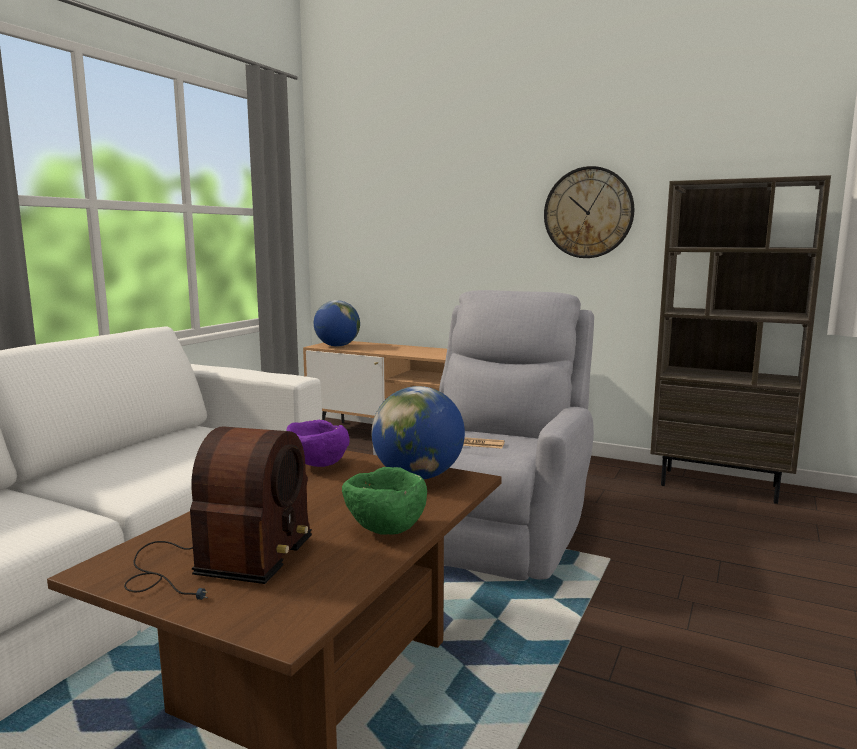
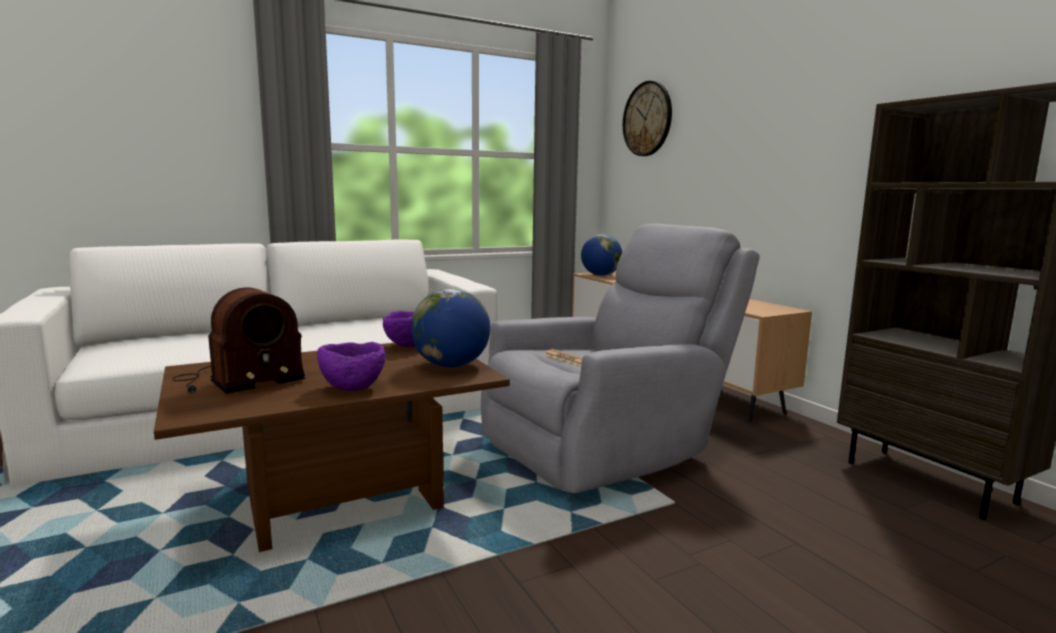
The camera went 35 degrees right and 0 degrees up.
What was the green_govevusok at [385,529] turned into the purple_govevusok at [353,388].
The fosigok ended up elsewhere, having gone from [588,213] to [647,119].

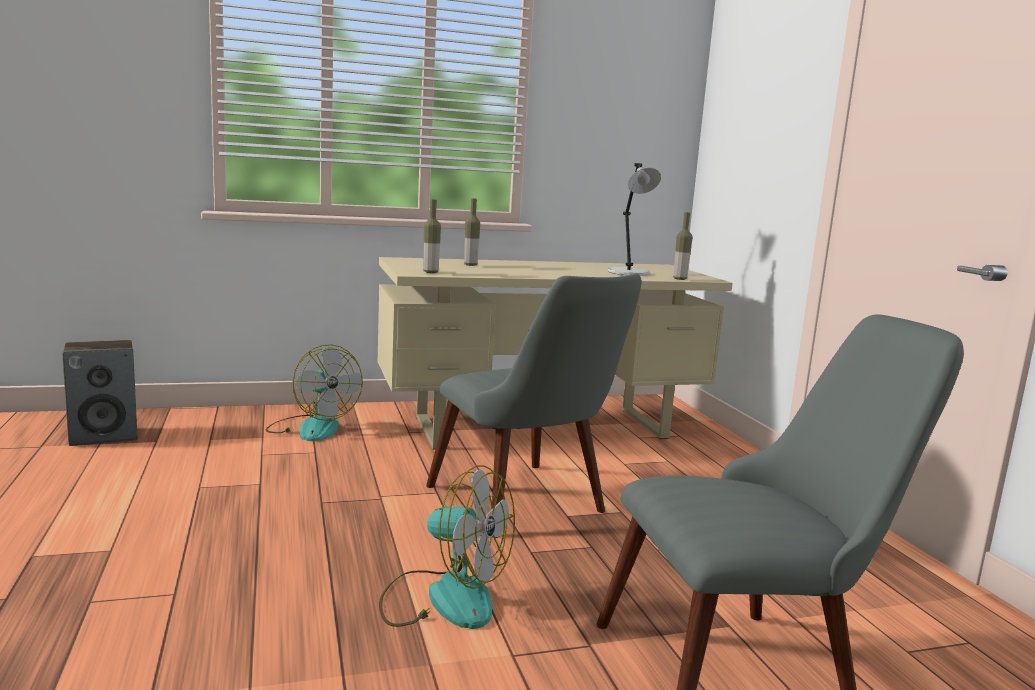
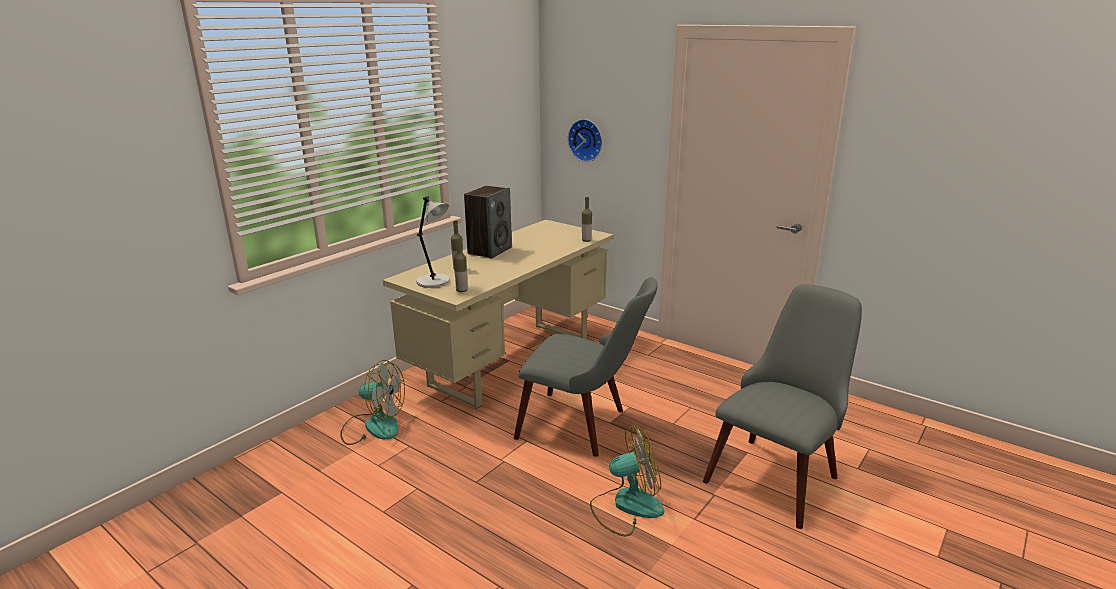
The camera went 35 degrees left and 10 degrees up.
The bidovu ended up elsewhere, having gone from [104,436] to [489,250].
The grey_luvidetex ended up elsewhere, having gone from [629,273] to [434,282].
The second view gained the fosigok at [586,140].

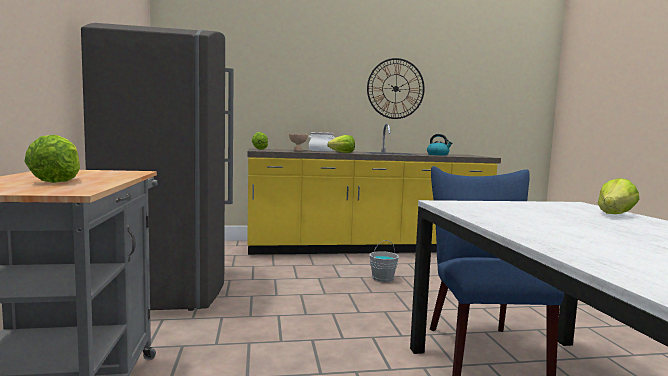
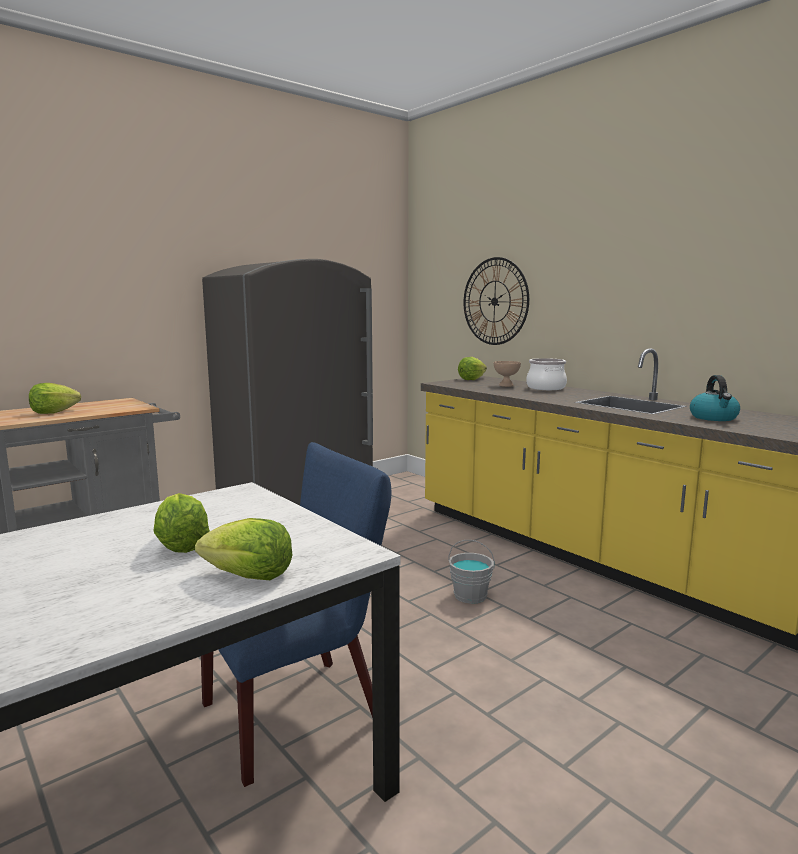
The camera went 60 degrees right and 5 degrees up.
The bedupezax ended up elsewhere, having gone from [342,152] to [181,544].
The fosigok ended up elsewhere, having gone from [395,88] to [495,301].

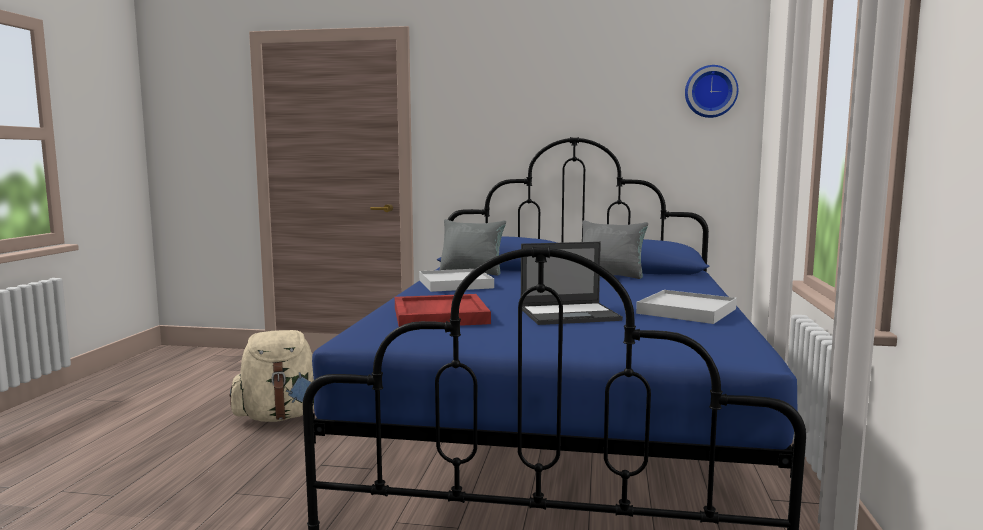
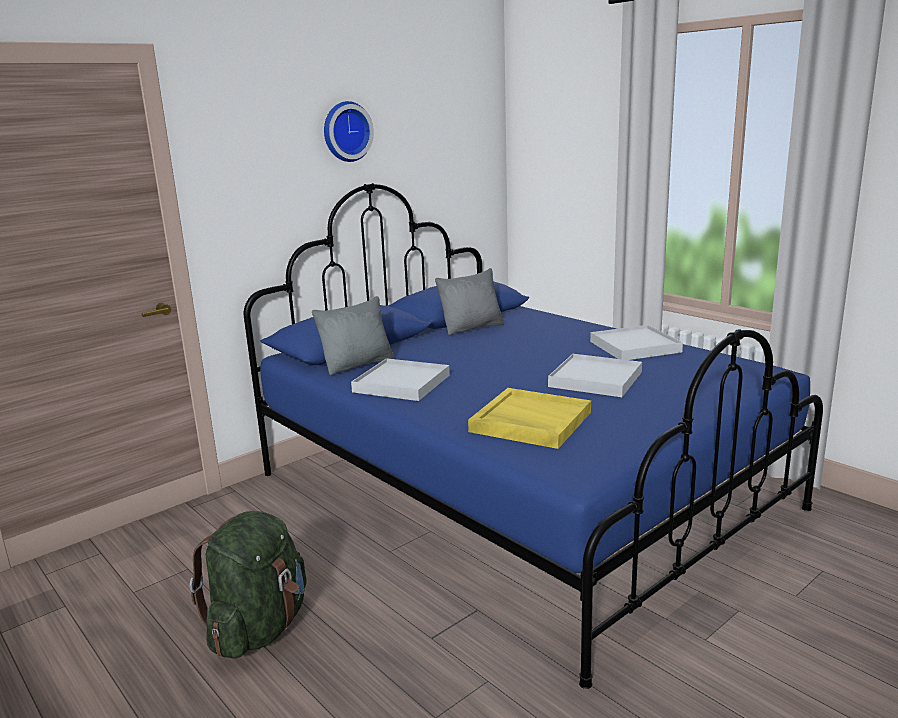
The camera went 50 degrees left and 10 degrees up.
What was the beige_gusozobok at [281,416] turned into the green_gusozobok at [259,628].
What was the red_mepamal at [439,315] turned into the yellow_mepamal at [529,422].
Where the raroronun stood at [570,314], the white_mepamal came to stand at [595,379].
The fosigok ended up elsewhere, having gone from [710,91] to [346,131].

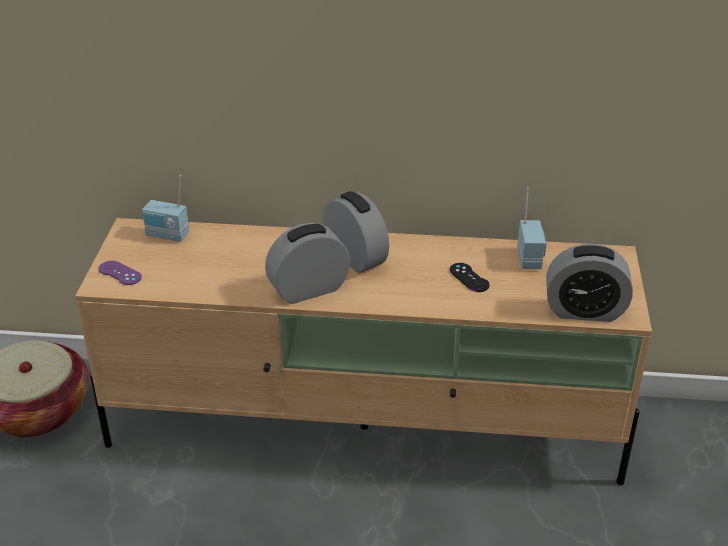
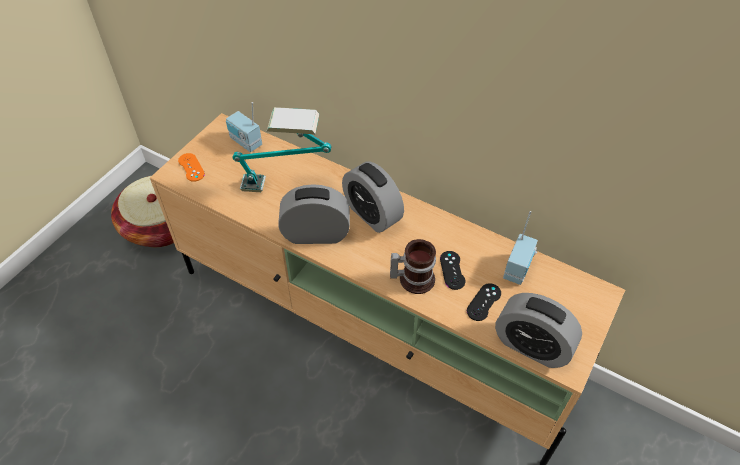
The camera went 25 degrees right and 15 degrees up.
What was the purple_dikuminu at [120,273] turned into the orange_dikuminu at [191,167].
The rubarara at [355,257] ended up facing another way, 150 degrees clockwise from before.
The second view gained the luvidetex at [286,186].
The second view gained the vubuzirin at [413,278].
The second view gained the black_dikuminu at [484,302].

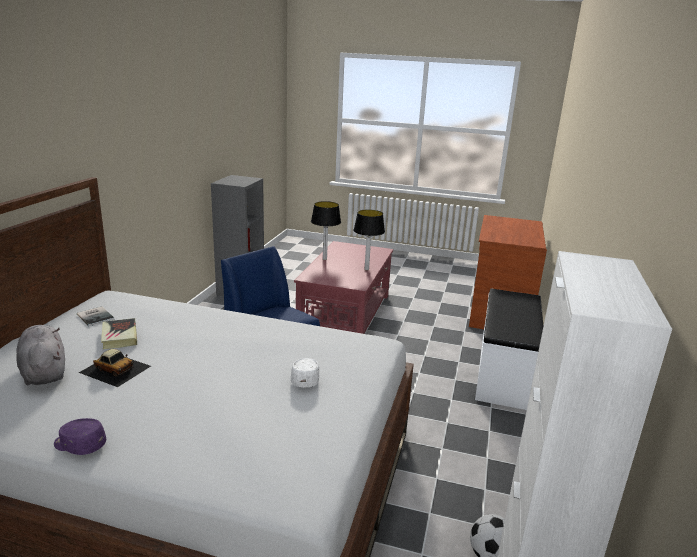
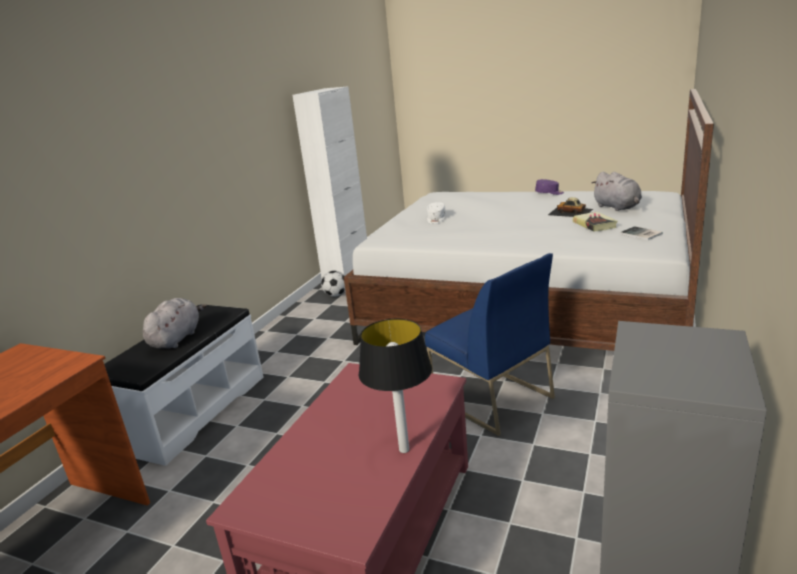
The camera went 170 degrees left and 0 degrees up.
The second view lost the luvidetex at [366,269].
The second view gained the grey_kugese at [177,338].

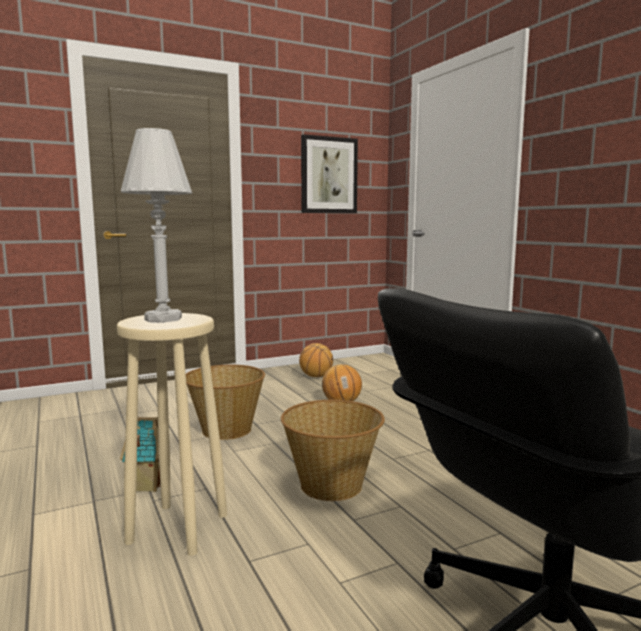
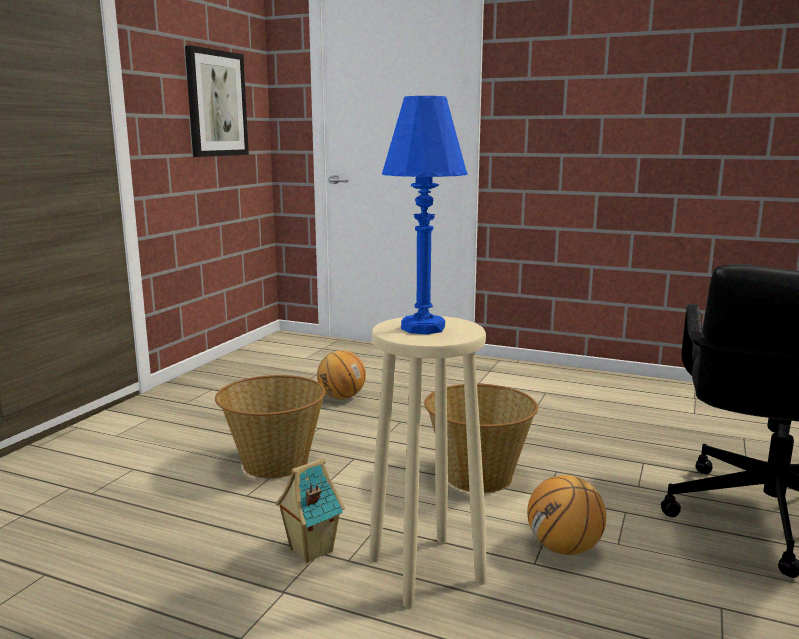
The camera went 40 degrees left and 5 degrees up.
What was the white_luvidetex at [163,319] turned into the blue_luvidetex at [423,328].
The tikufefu ended up elsewhere, having gone from [316,376] to [564,548].

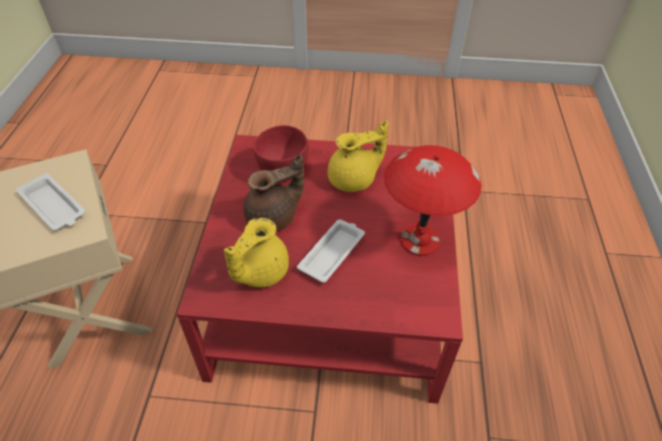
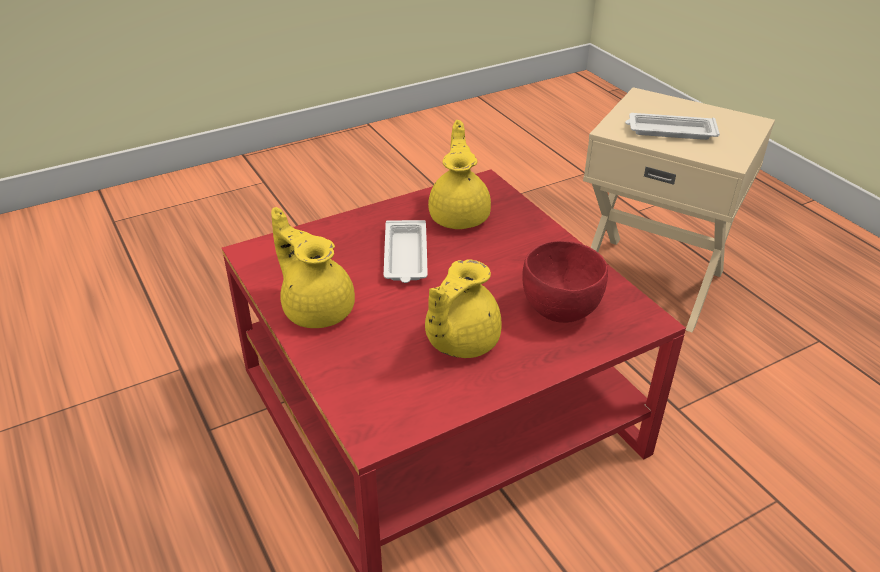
The camera went 145 degrees right and 10 degrees down.
The second view lost the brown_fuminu at [274,218].
Where the red_luvidetex stood at [419,240], the yellow_fuminu came to stand at [317,308].

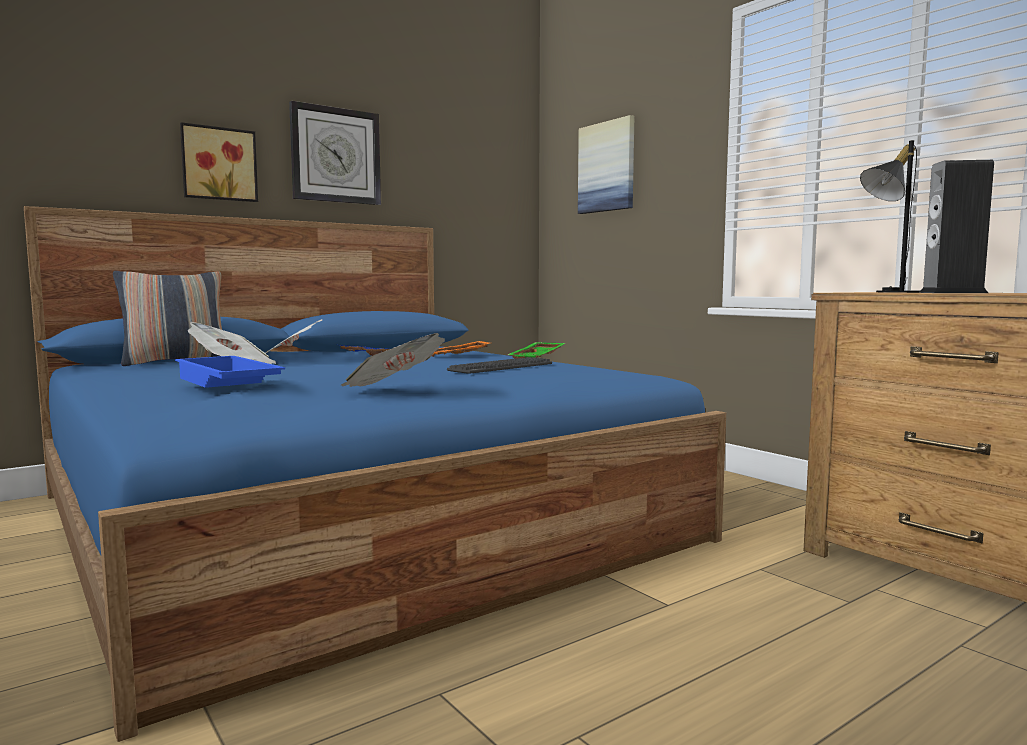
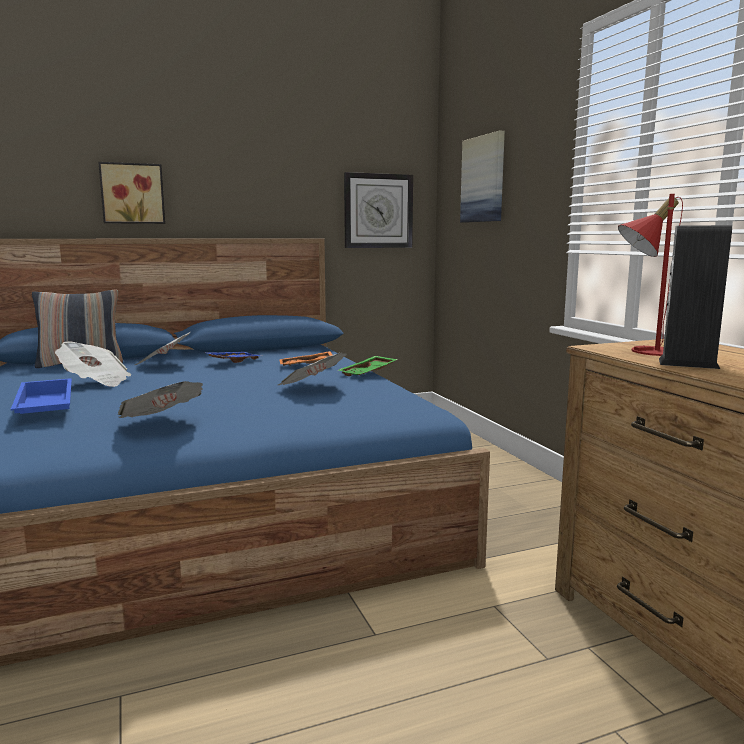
The camera went 15 degrees right and 5 degrees up.
The fosigok ended up elsewhere, having gone from [335,155] to [378,211].
Where the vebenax stood at [501,367], the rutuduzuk came to stand at [312,388].
What was the black_luvidetex at [891,292] turned into the red_luvidetex at [646,351].

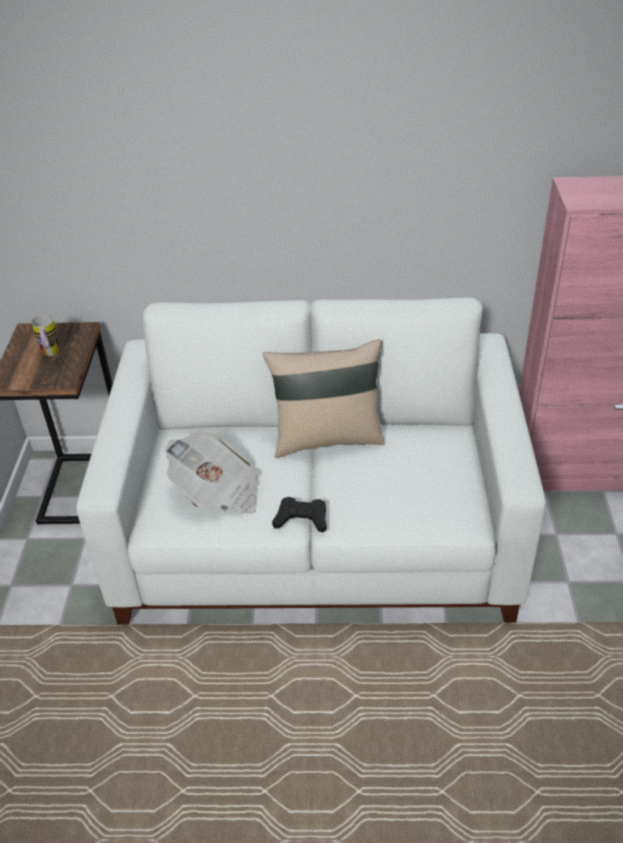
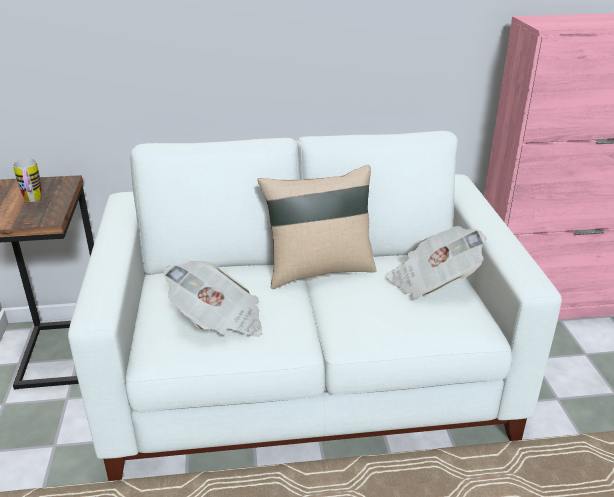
The camera went 10 degrees left and 10 degrees down.
The second view lost the black_dikuminu at [301,519].
The second view gained the rutuduzuk at [432,281].

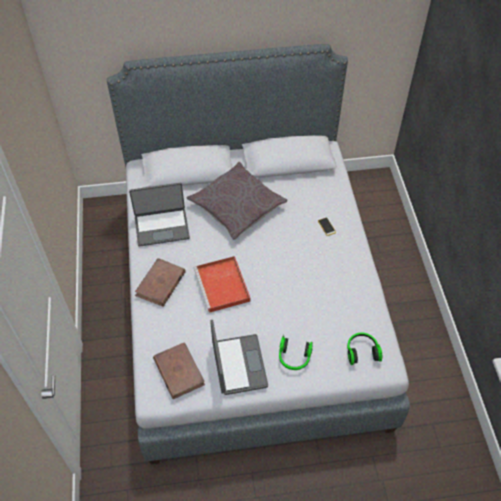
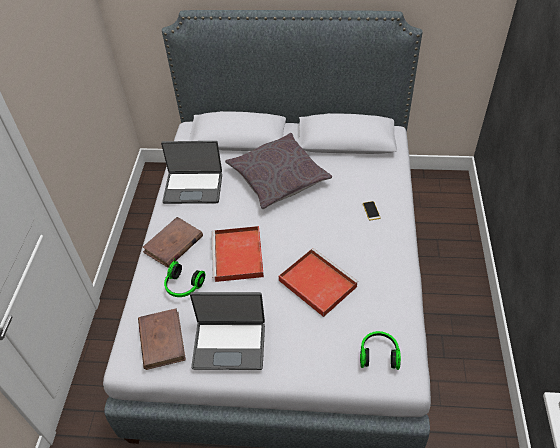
The camera went 15 degrees right and 5 degrees down.
The raroronun at [238,365] ended up facing another way, 90 degrees clockwise from before.
The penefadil ended up elsewhere, having gone from [294,358] to [183,286].
The second view gained the red_mepamal at [316,283].

